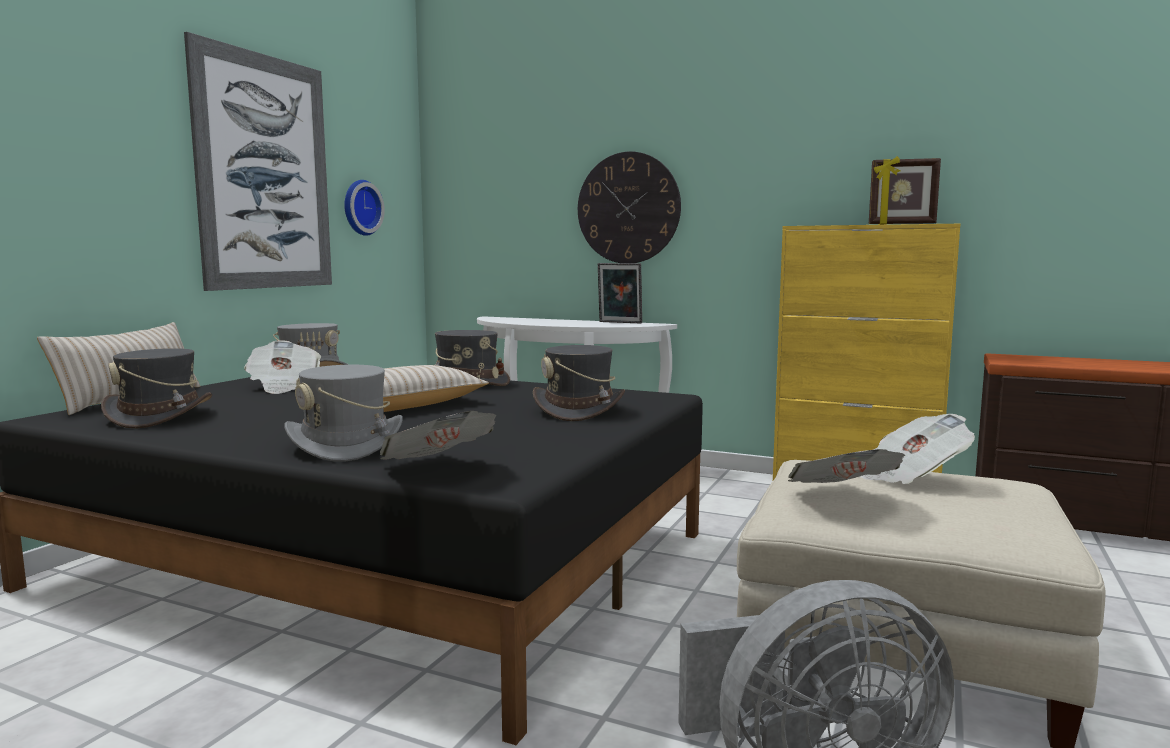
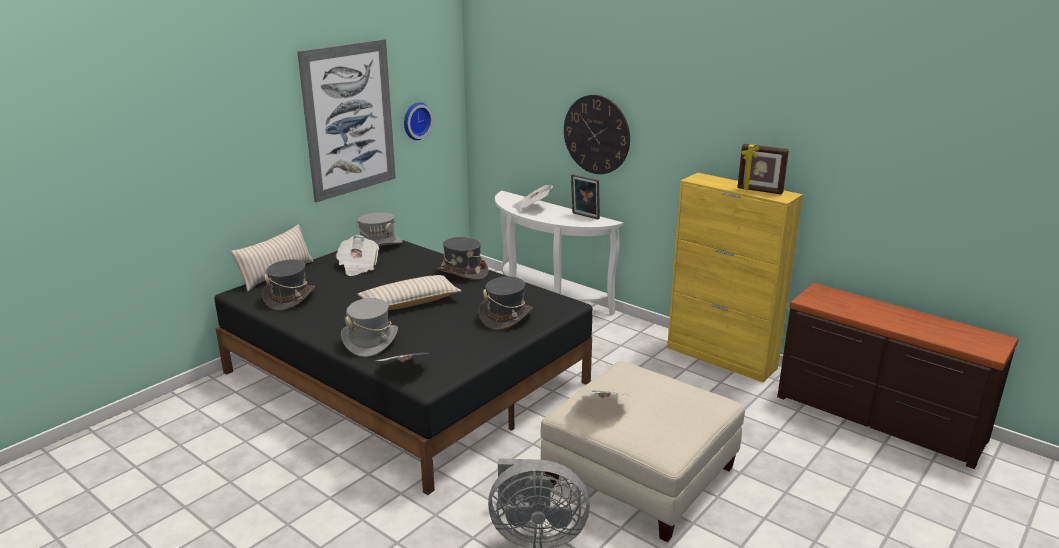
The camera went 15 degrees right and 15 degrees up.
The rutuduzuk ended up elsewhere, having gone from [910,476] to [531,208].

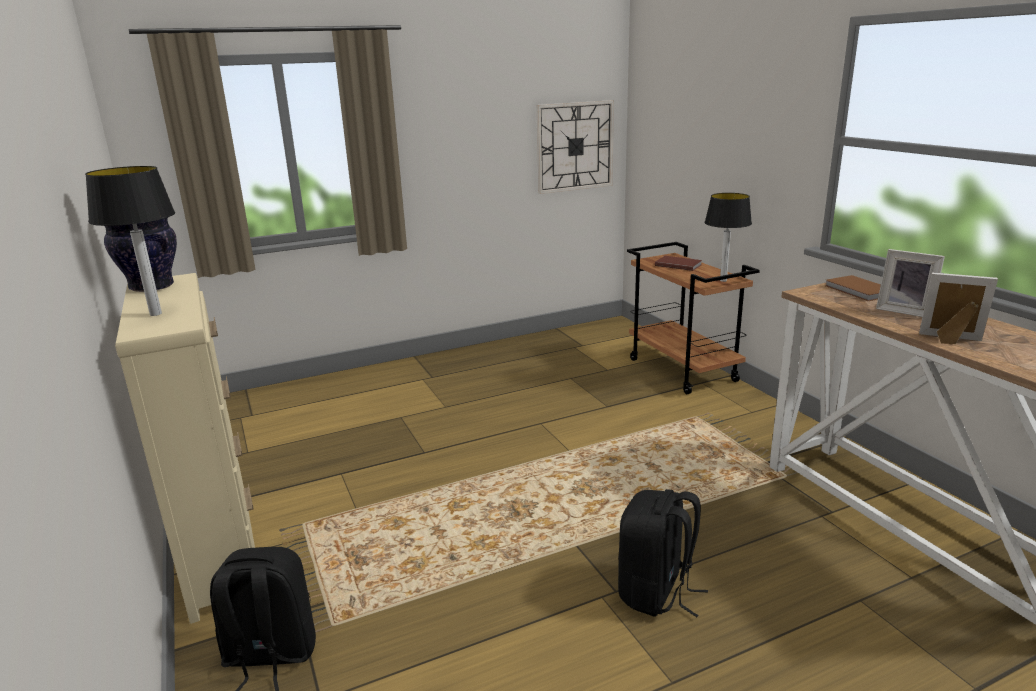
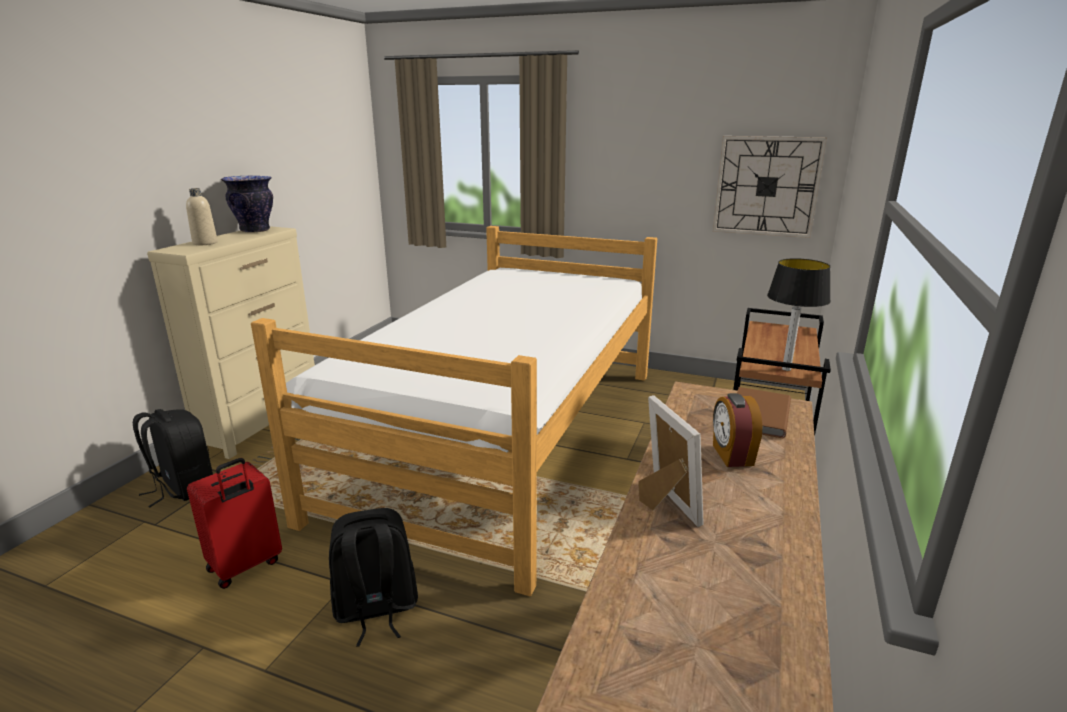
The camera went 45 degrees right and 0 degrees up.
Where the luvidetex stood at [156,313], the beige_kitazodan came to stand at [205,243].
The second view lost the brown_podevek at [678,265].
Where the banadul stood at [905,311], the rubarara came to stand at [731,455].
The second view gained the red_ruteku at [245,566].
The second view gained the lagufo at [507,436].

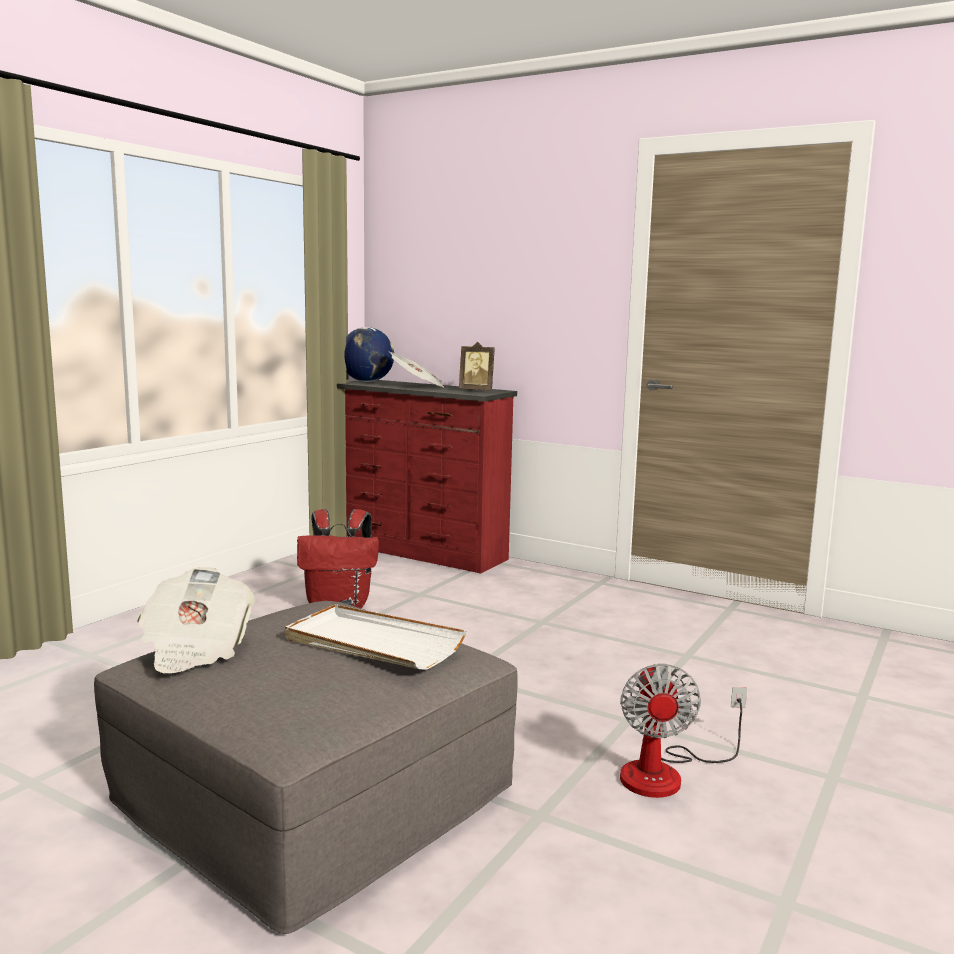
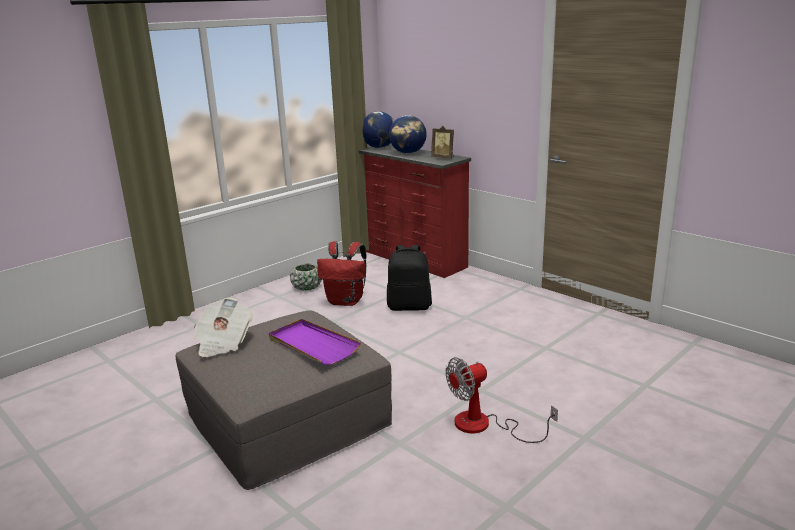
The camera went 15 degrees right and 10 degrees up.
What was the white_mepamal at [372,643] turned into the purple_mepamal at [312,345].
Where the rutuduzuk stood at [418,386], the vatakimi came to stand at [408,153].
The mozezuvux at [666,773] ended up facing another way, 45 degrees clockwise from before.
The second view gained the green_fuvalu at [306,287].
The second view gained the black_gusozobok at [409,306].

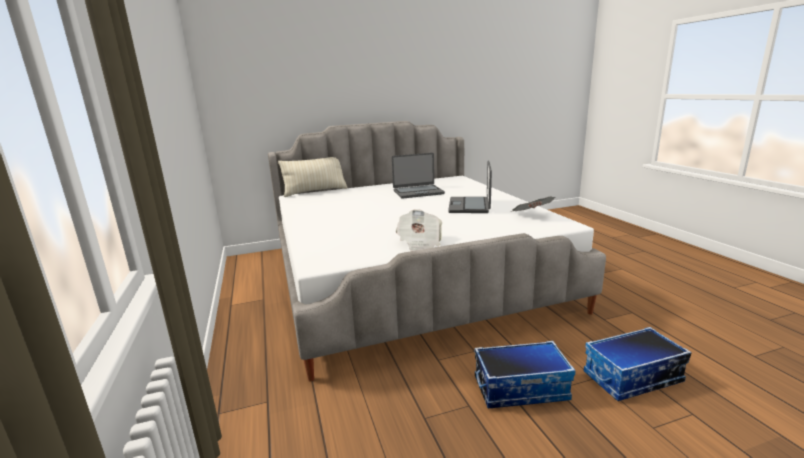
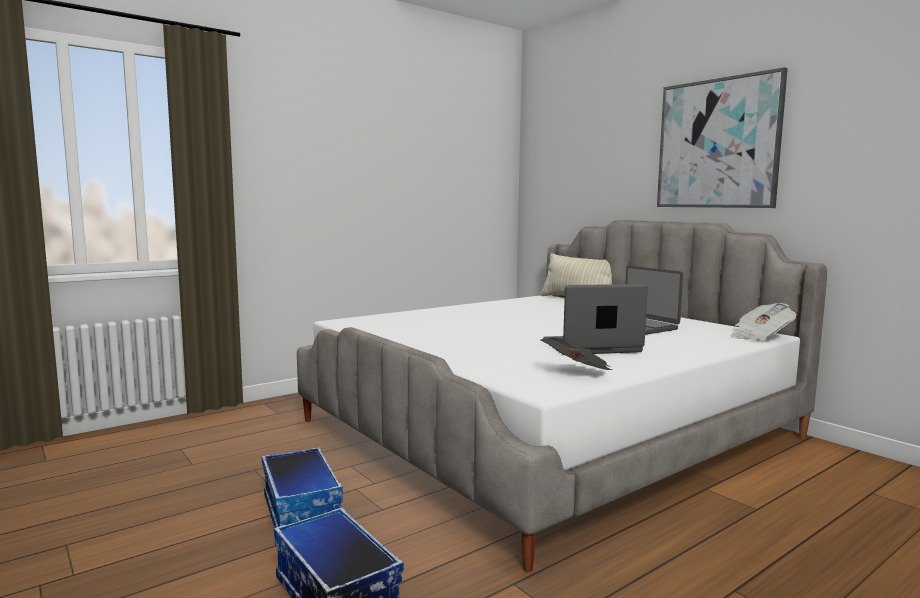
The camera went 70 degrees right and 10 degrees down.
The rutuduzuk ended up elsewhere, having gone from [419,243] to [760,337].
The second view gained the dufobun at [717,144].

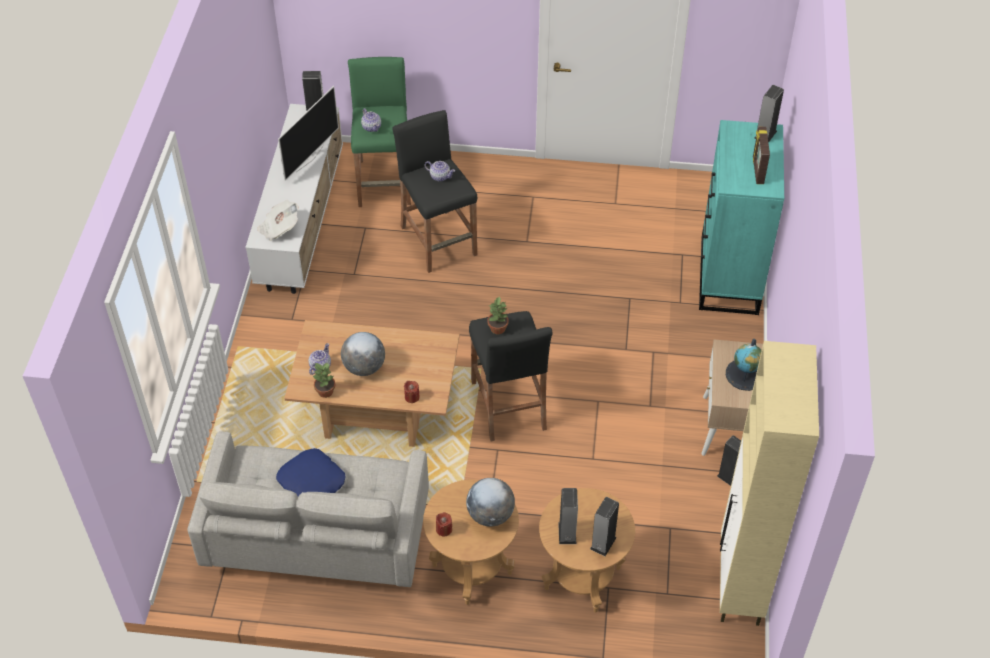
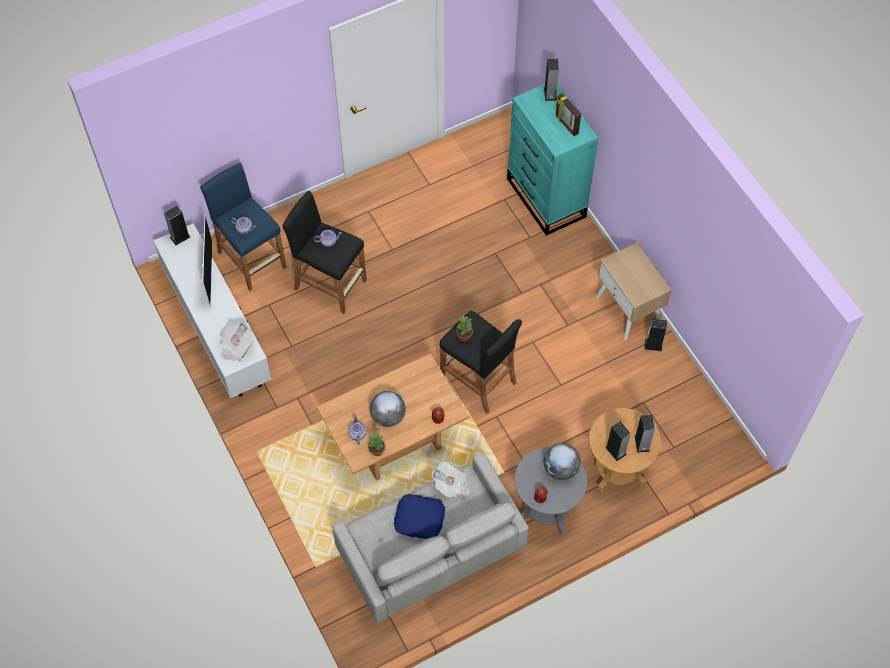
The camera went 35 degrees left and 10 degrees up.
What was the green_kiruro at [384,182] turned into the blue_kiruro at [252,260].
What was the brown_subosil at [472,569] turned into the grey_subosil at [546,508].
The second view lost the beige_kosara at [739,585].
The second view lost the vatakimi at [745,374].
The second view gained the rutuduzuk at [451,485].

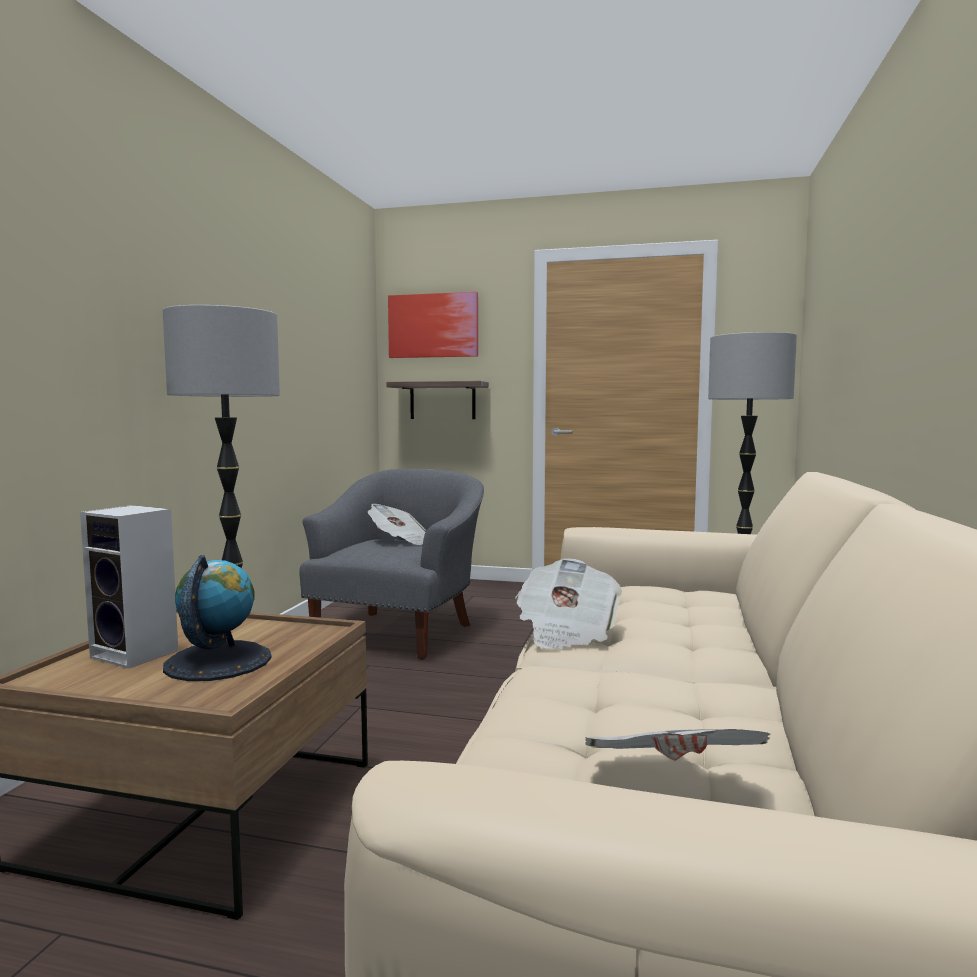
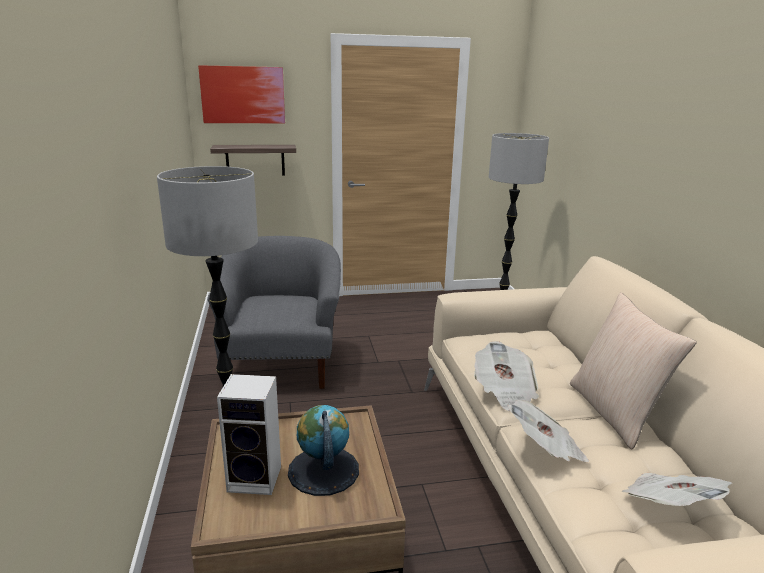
The camera went 25 degrees left and 15 degrees up.
The rutuduzuk ended up elsewhere, having gone from [400,541] to [545,449].
The second view gained the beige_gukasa at [615,412].

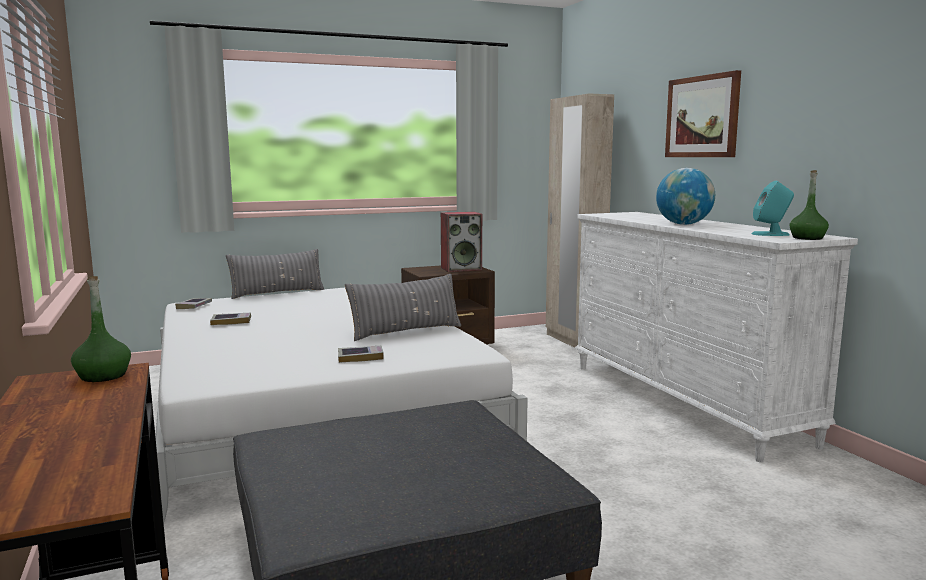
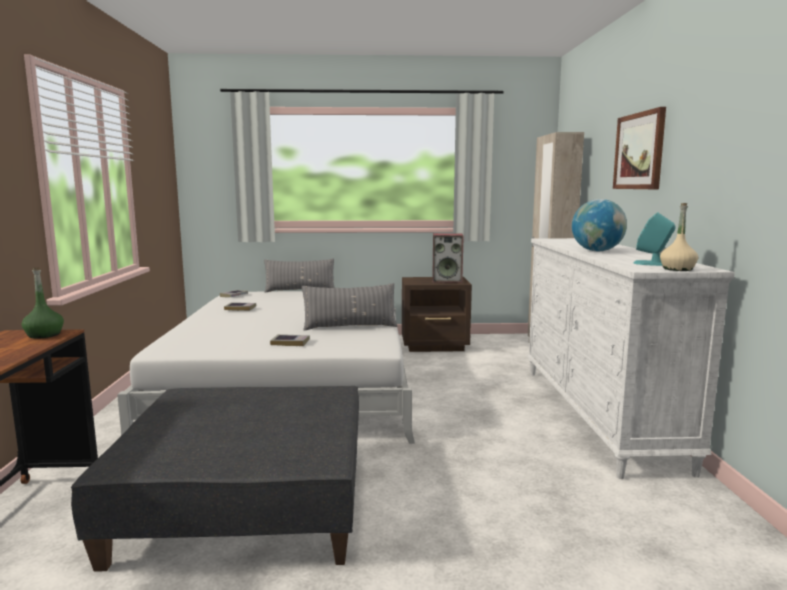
The camera went 20 degrees right and 0 degrees up.
What was the green_kitazodan at [807,238] turned into the beige_kitazodan at [677,269].

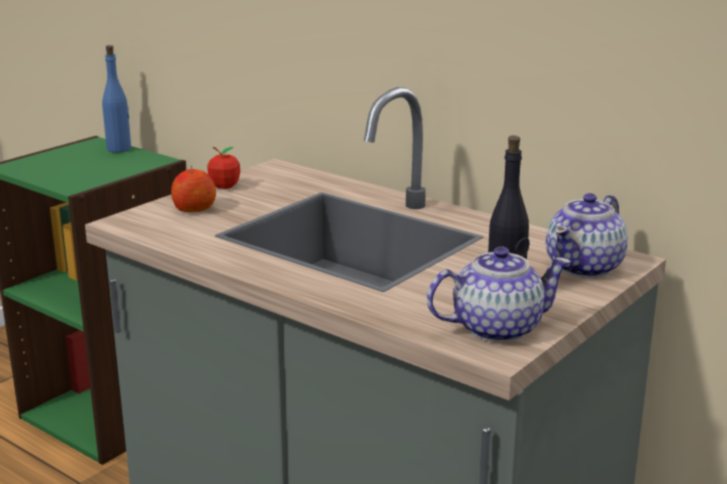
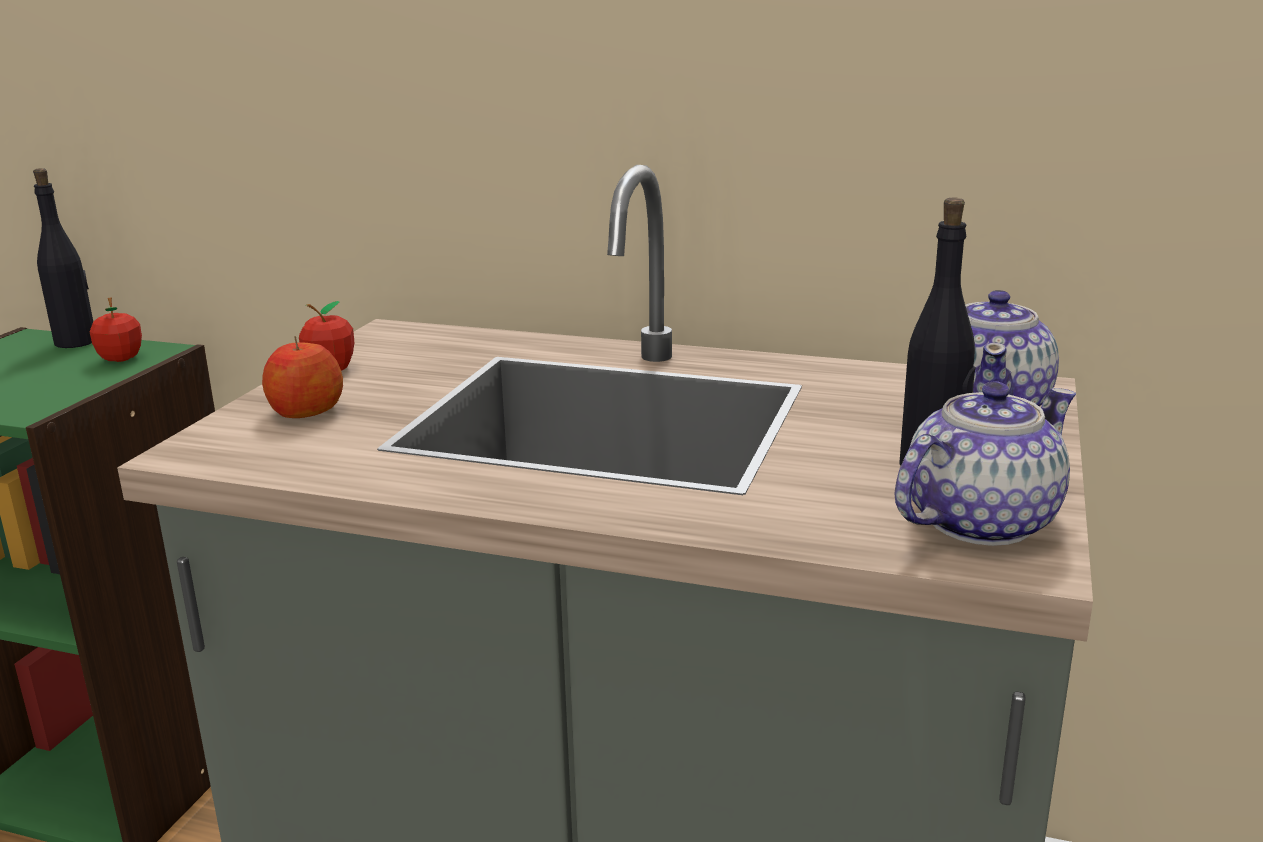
The camera went 20 degrees left and 0 degrees up.
What was the blue_kitazodan at [119,149] turned into the black_kitazodan at [76,342].
The second view gained the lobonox at [121,358].

